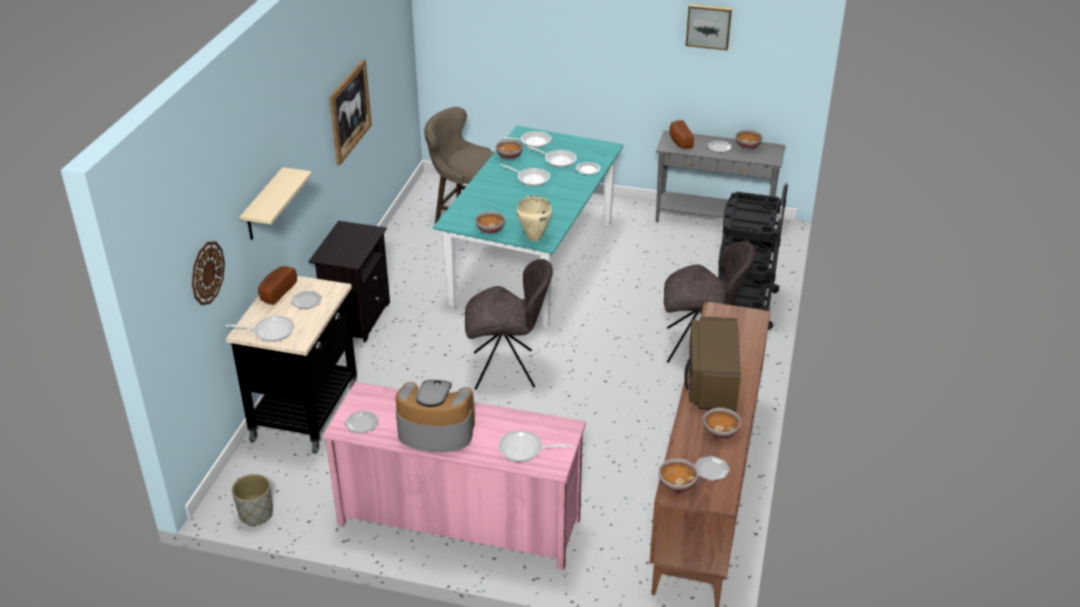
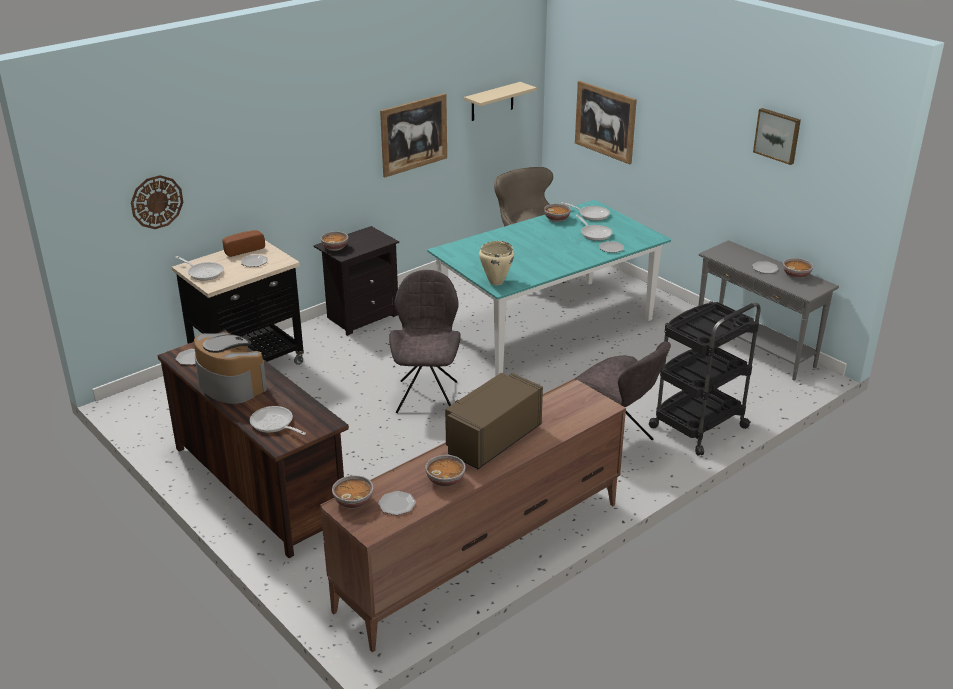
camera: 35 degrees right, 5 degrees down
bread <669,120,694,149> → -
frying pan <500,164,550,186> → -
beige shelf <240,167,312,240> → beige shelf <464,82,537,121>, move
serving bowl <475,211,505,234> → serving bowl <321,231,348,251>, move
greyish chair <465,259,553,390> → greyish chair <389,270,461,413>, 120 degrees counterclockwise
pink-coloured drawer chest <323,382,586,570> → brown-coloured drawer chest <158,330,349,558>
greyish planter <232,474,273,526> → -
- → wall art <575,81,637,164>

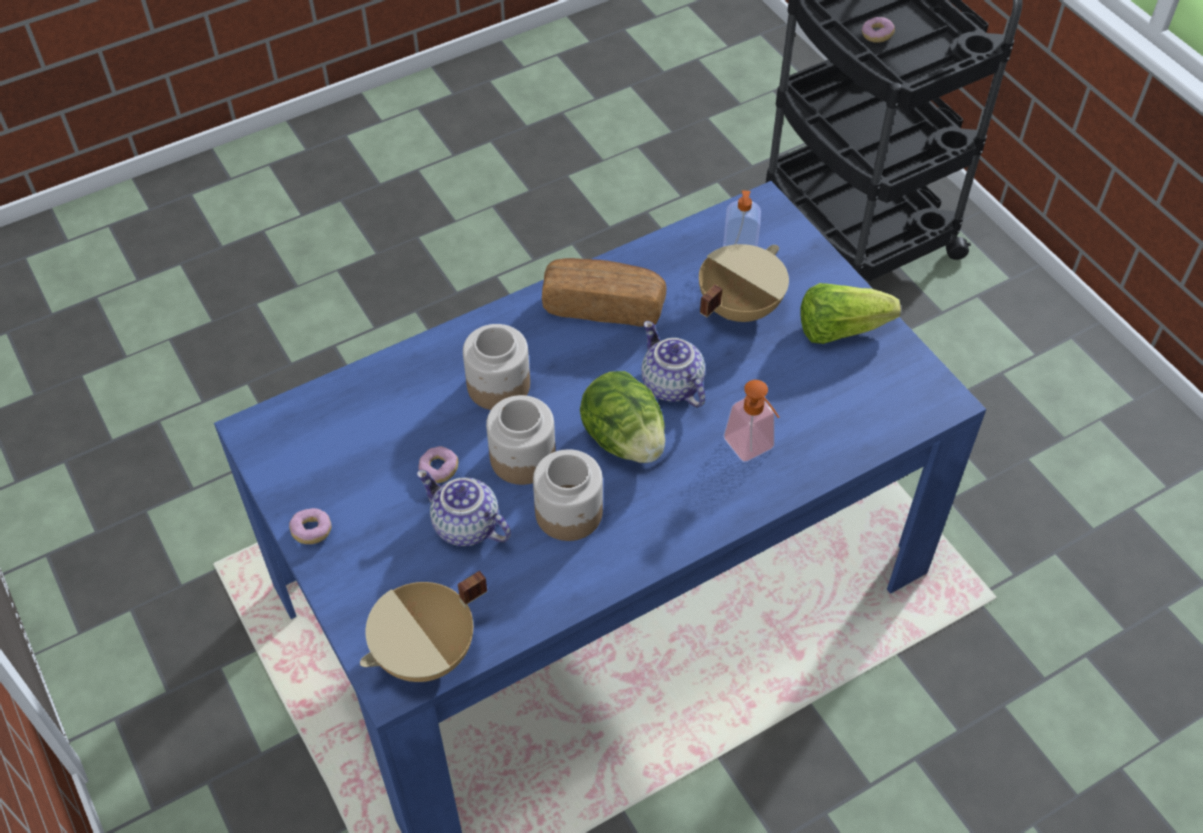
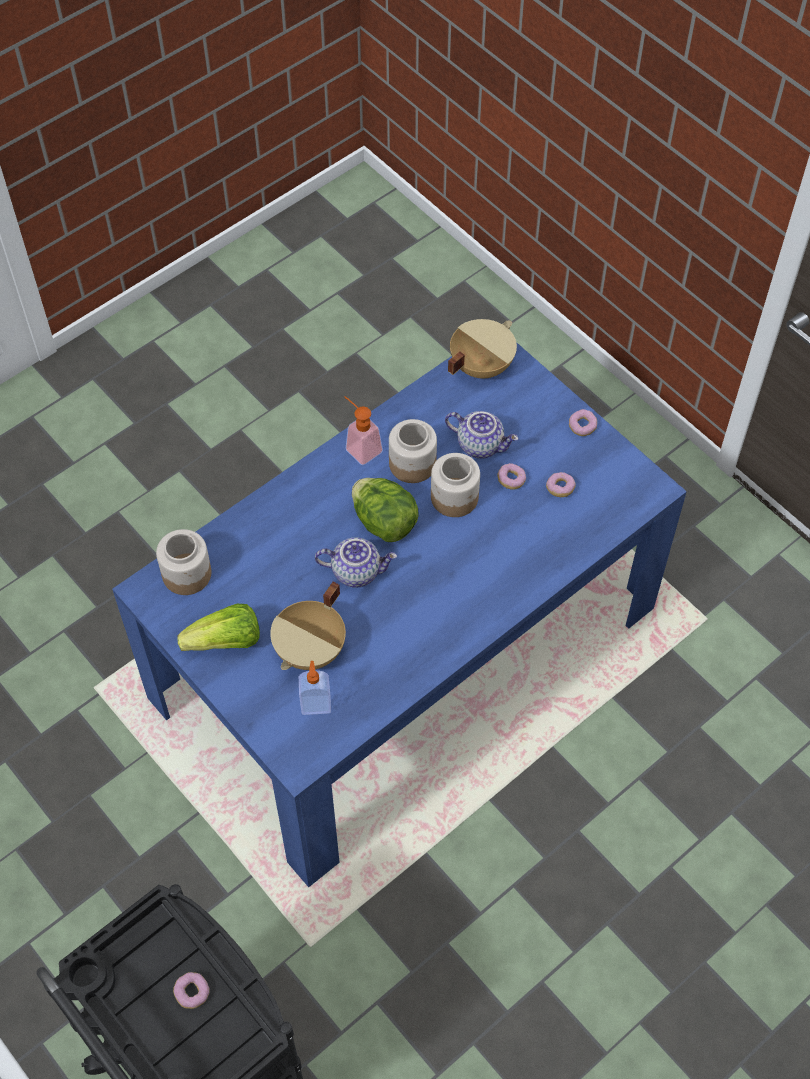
camera: 170 degrees right, 5 degrees up
bread <542,258,667,326> → -
tea pot <641,321,705,408> → tea pot <315,537,397,588>, 45 degrees counterclockwise
jar <463,324,530,410> → jar <156,529,211,595>, move
soap dispenser <723,380,780,462> → soap dispenser <344,396,383,465>, move
- → ring doughnut <546,472,576,497>

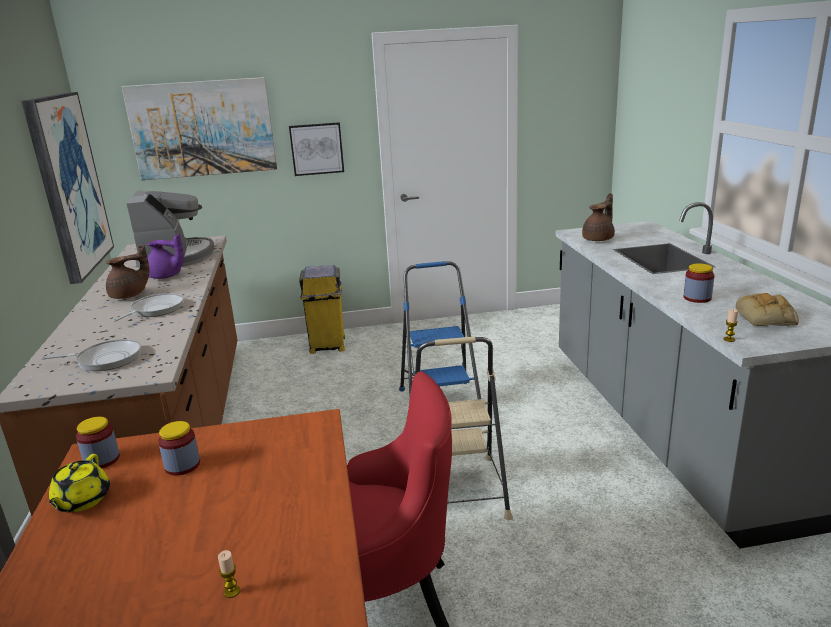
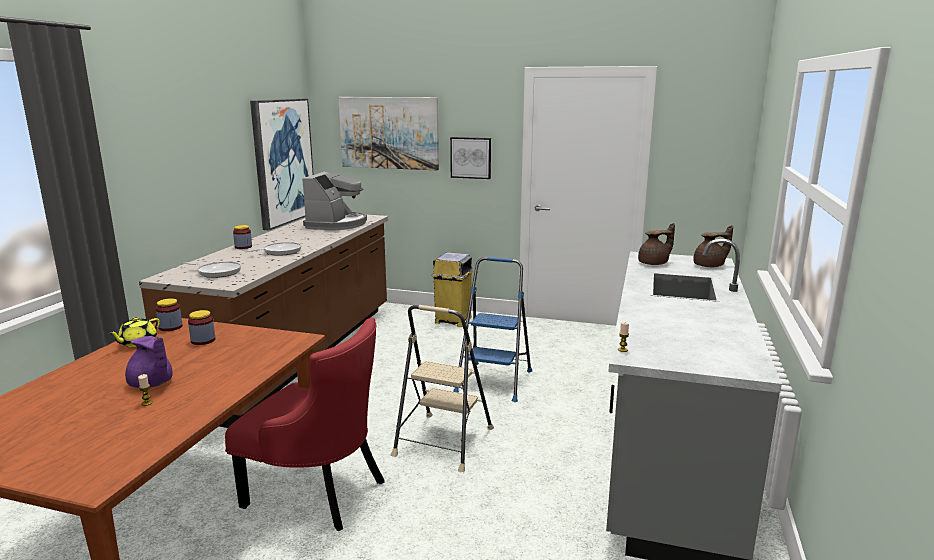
camera: 25 degrees right, 5 degrees down
purplish tea pot <147,234,184,279> → purplish tea pot <125,336,173,388>, move
brown-coloured tea pot <106,244,150,299> → brown-coloured tea pot <693,225,733,267>, move
jar <683,263,714,303> → jar <233,225,252,249>, move
bread <736,293,799,326> → -

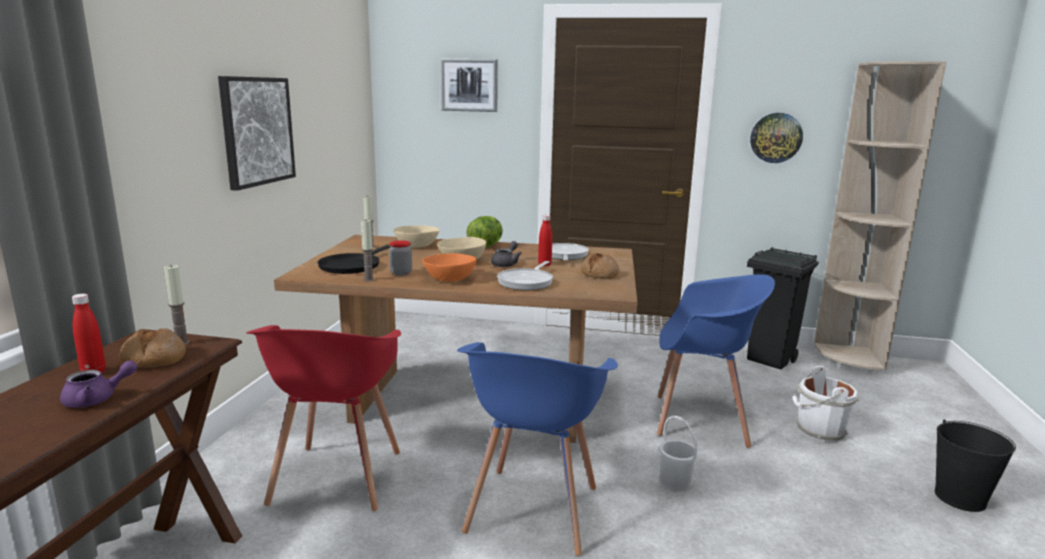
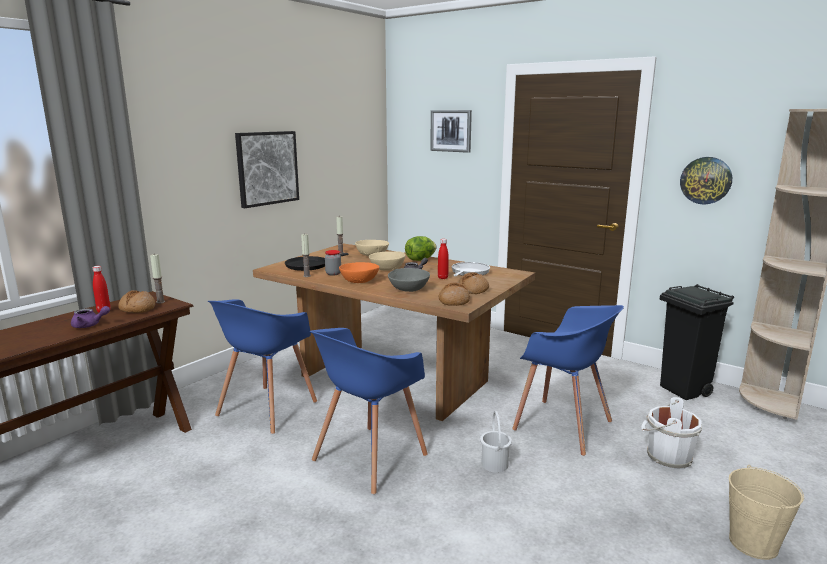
camera: 25 degrees right, 0 degrees up
frying pan <497,261,553,290> → greyish serving bowl <388,268,430,292>
reddish chair <246,325,401,511> → blue-coloured chair <208,299,317,434>
black bucket <935,419,1016,512> → beige bucket <729,465,804,560>
- → bread <439,282,470,306>

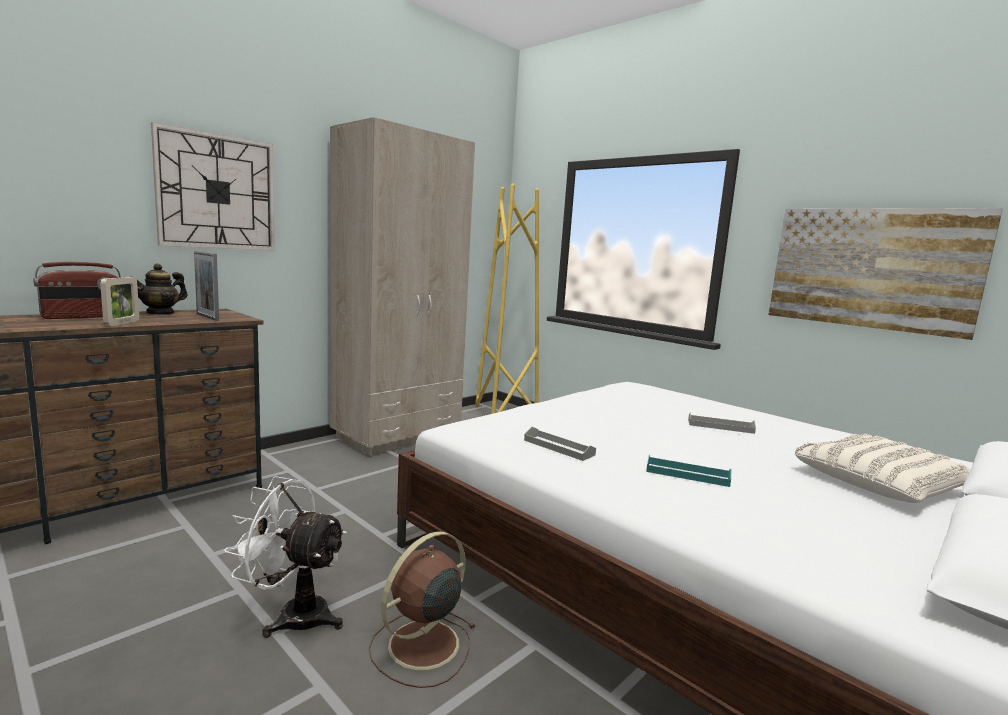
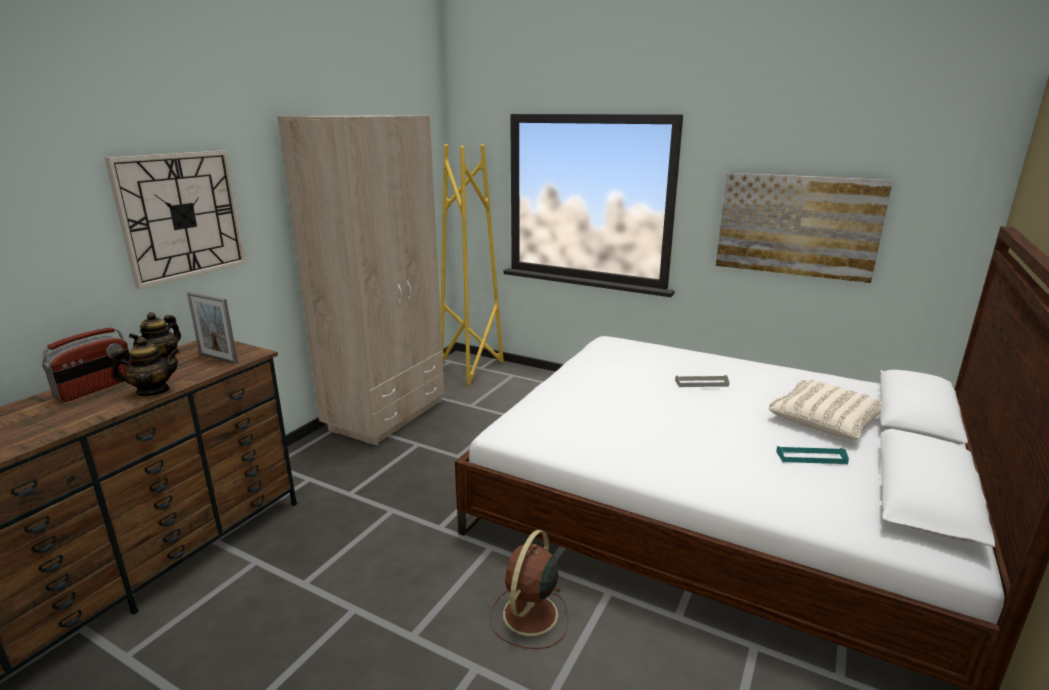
camera: 15 degrees left, 10 degrees up
picture frame <100,277,139,326> → tea pot <111,337,180,396>
greyish serving tray <524,427,596,461> → -
turquoise serving tray <646,455,731,487> → turquoise serving tray <776,446,849,464>, move
white-coloured cooling fan <224,476,347,638> → -

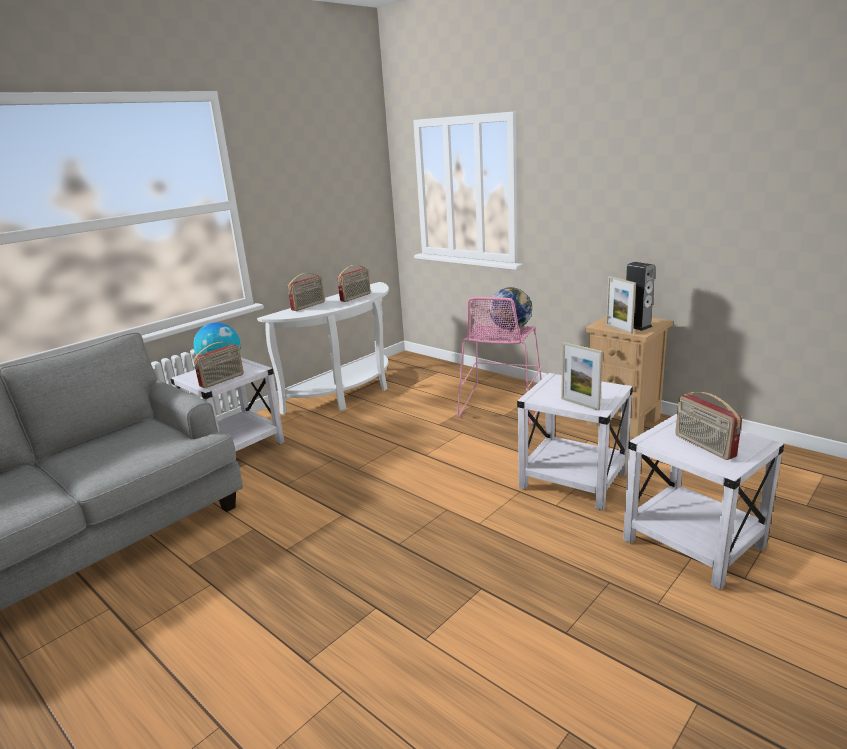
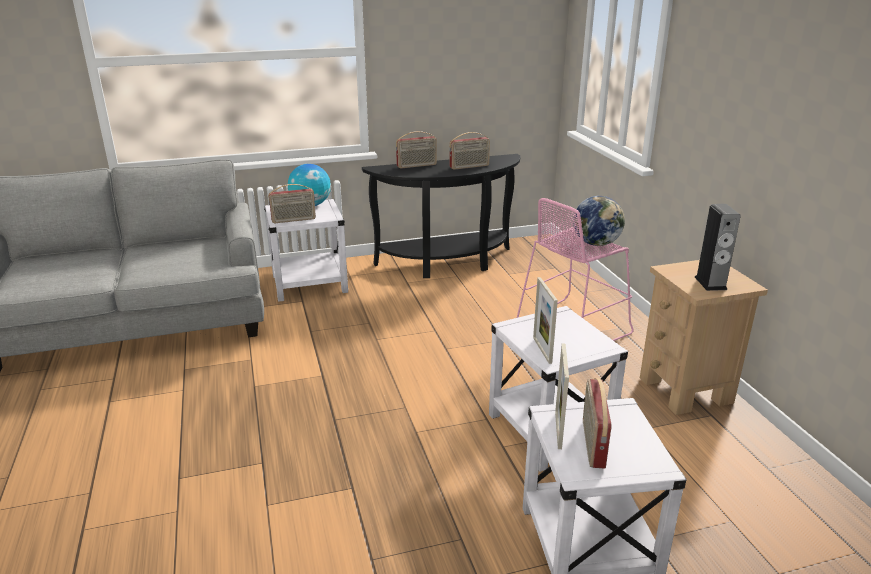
camera: 30 degrees right, 5 degrees up
picture frame <606,276,636,334> → picture frame <555,343,569,449>, move
white-coloured hall table <257,282,389,415> → black hall table <362,154,521,278>

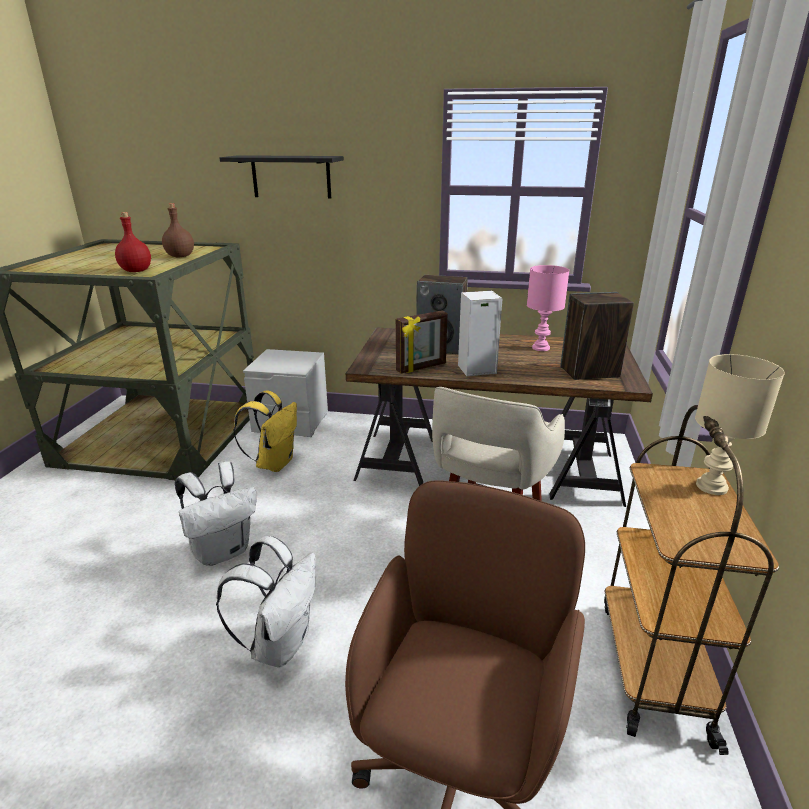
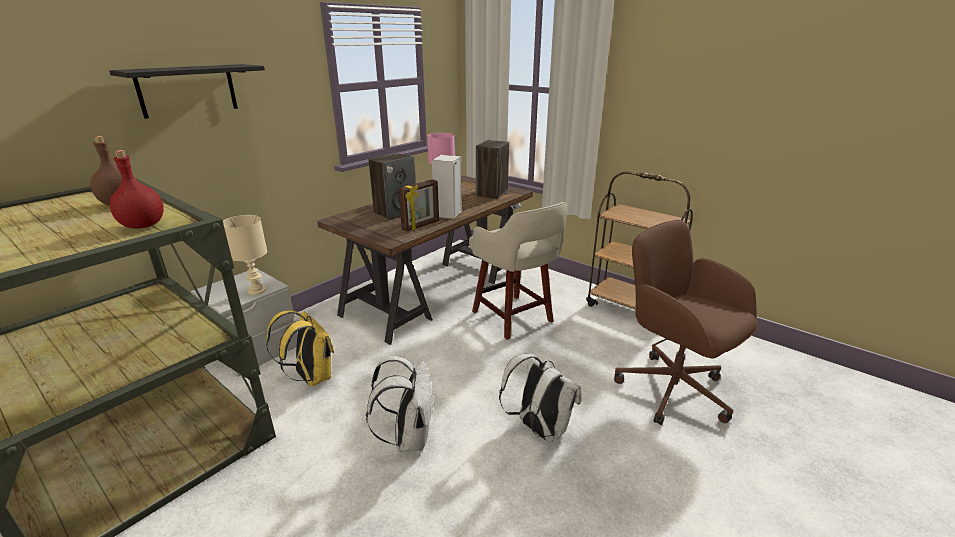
camera: 60 degrees left, 0 degrees up
picture frame <396,311,448,374> → picture frame <399,179,439,232>, 45 degrees clockwise
beige lamp for a table <695,354,785,495> → beige lamp for a table <223,215,267,295>, move

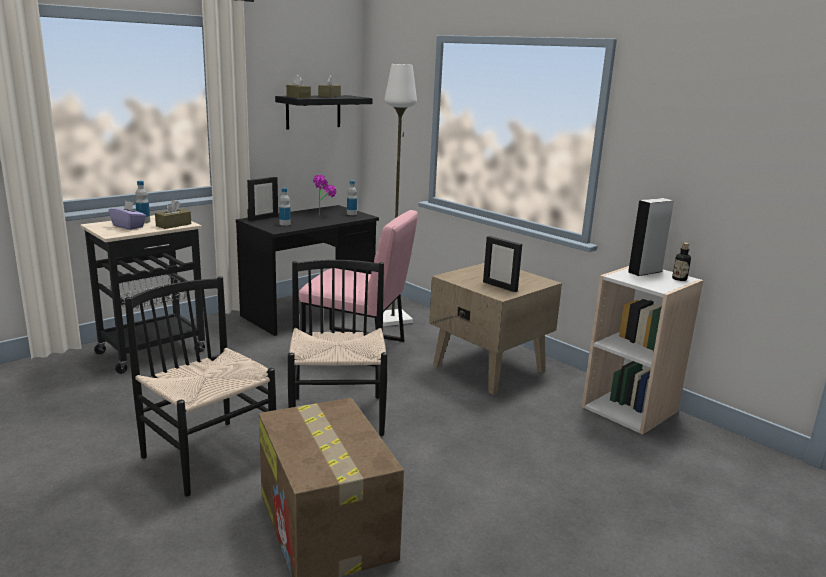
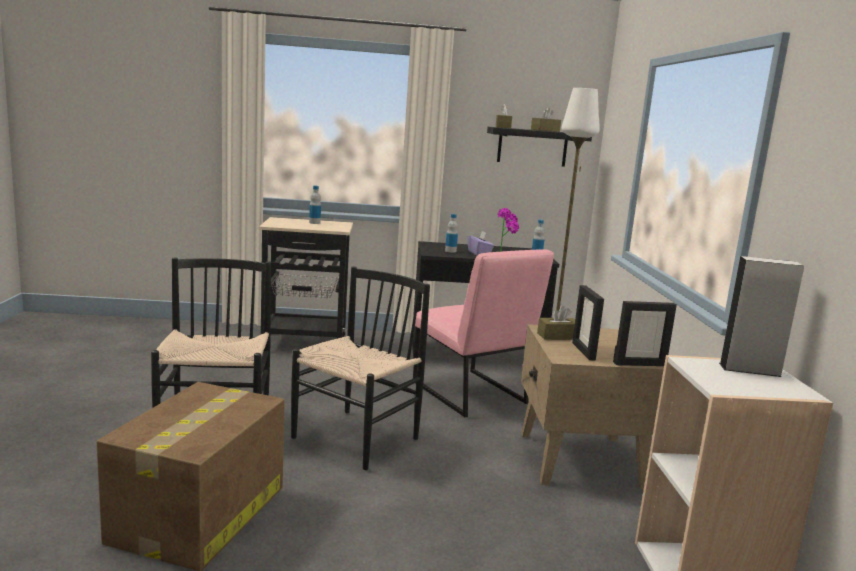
camera: 40 degrees right, 5 degrees down
picture frame <247,177,278,221> → picture frame <613,301,677,366>, move
purplish tissue box <109,200,146,230> → purplish tissue box <467,231,494,256>, move
brown-coloured tissue box <155,200,191,229> → brown-coloured tissue box <537,306,575,340>, move
bottle <672,243,691,281> → -

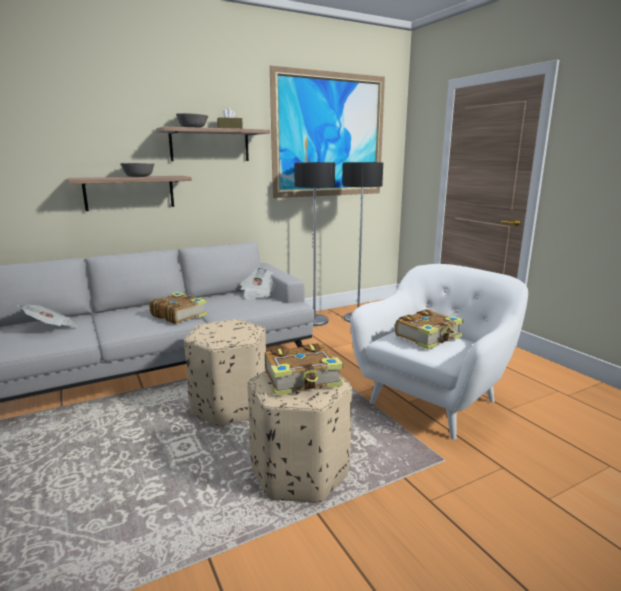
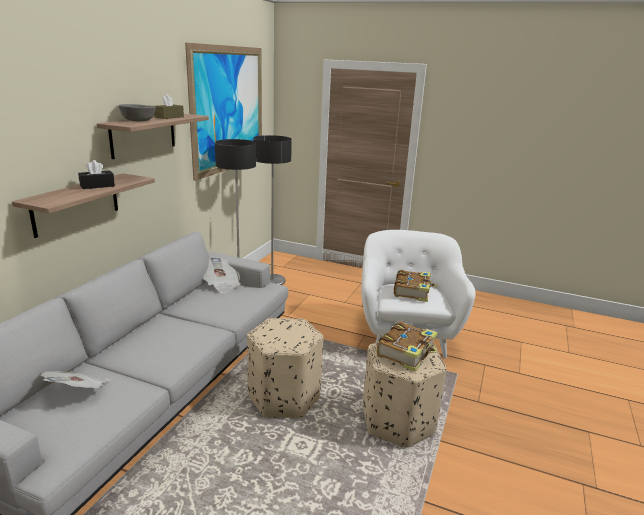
camera: 40 degrees left, 5 degrees up
greyish serving bowl <120,163,154,177> → black tissue box <78,160,115,189>
volume <149,292,207,324> → -

